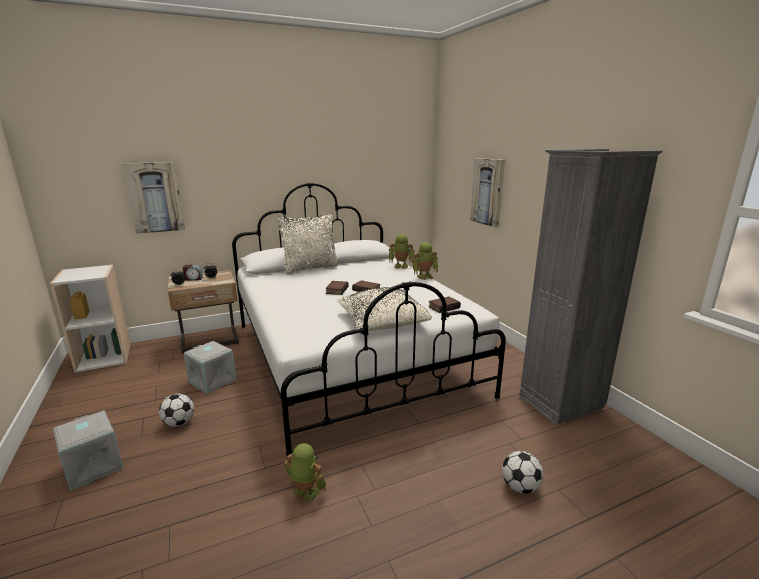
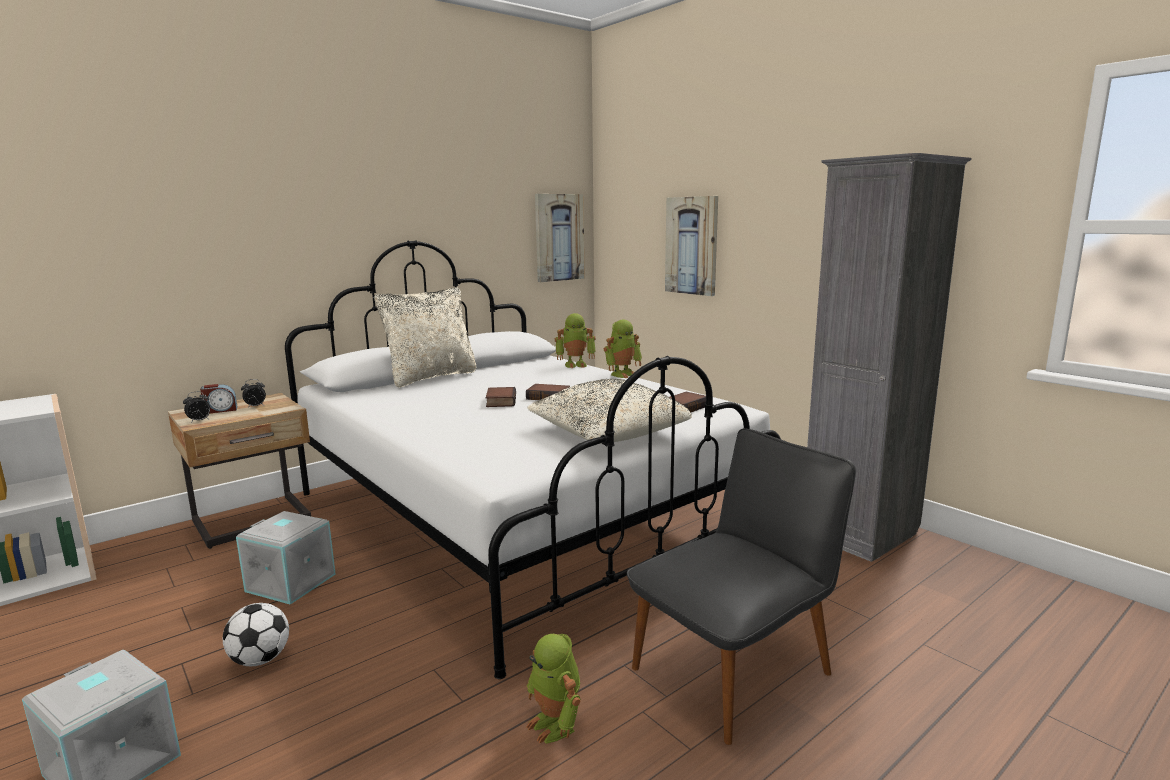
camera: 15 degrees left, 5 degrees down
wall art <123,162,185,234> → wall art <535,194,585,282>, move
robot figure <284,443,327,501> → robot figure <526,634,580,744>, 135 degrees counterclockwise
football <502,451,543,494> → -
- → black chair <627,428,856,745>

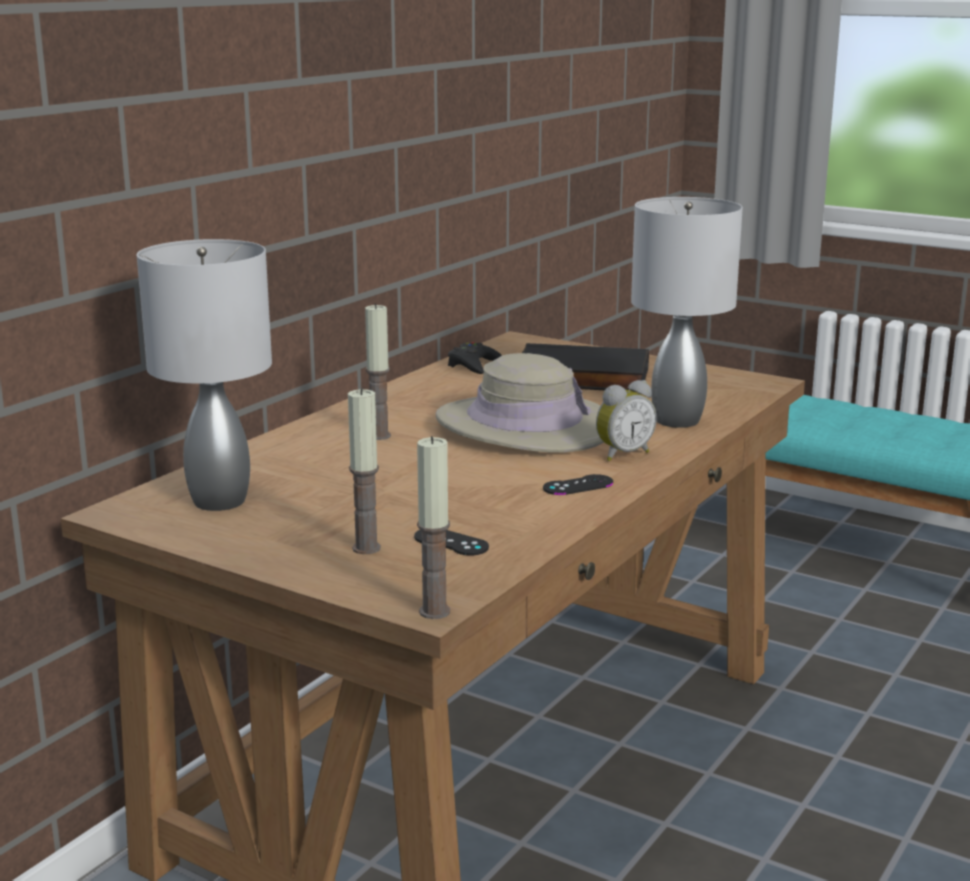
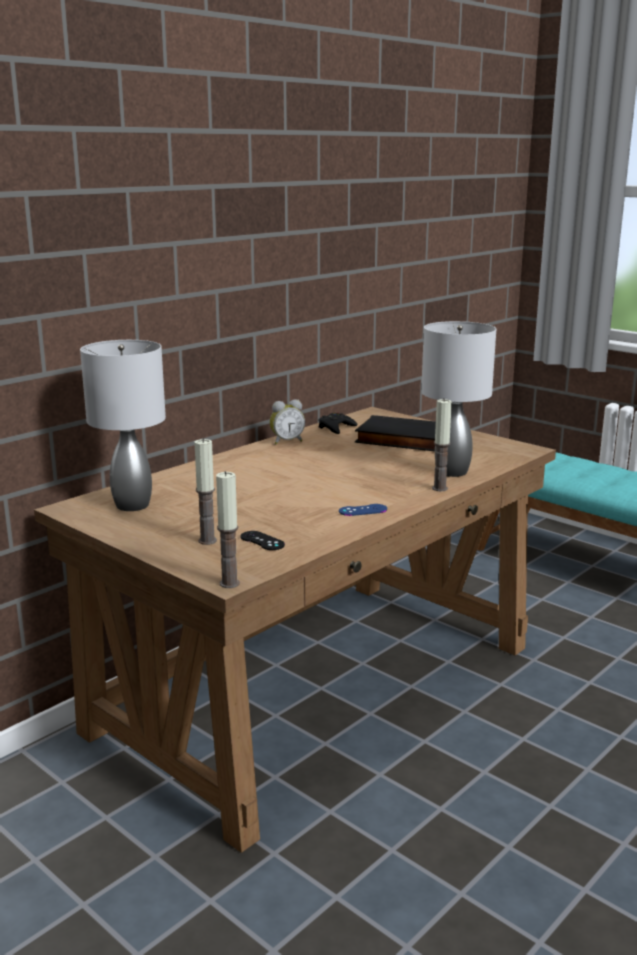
camera: 10 degrees right, 0 degrees up
wax candle <365,303,391,440> → wax candle <432,398,452,491>, move
beige hat <436,353,604,452> → -
bedside clock <596,380,657,461> → bedside clock <270,399,305,444>, move
black game controller <543,474,613,495> → blue-coloured game controller <339,504,387,516>

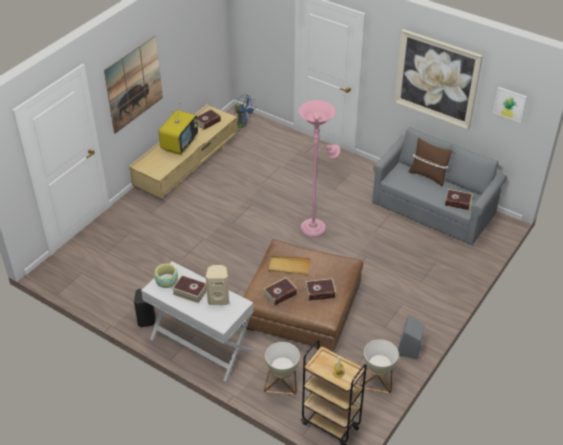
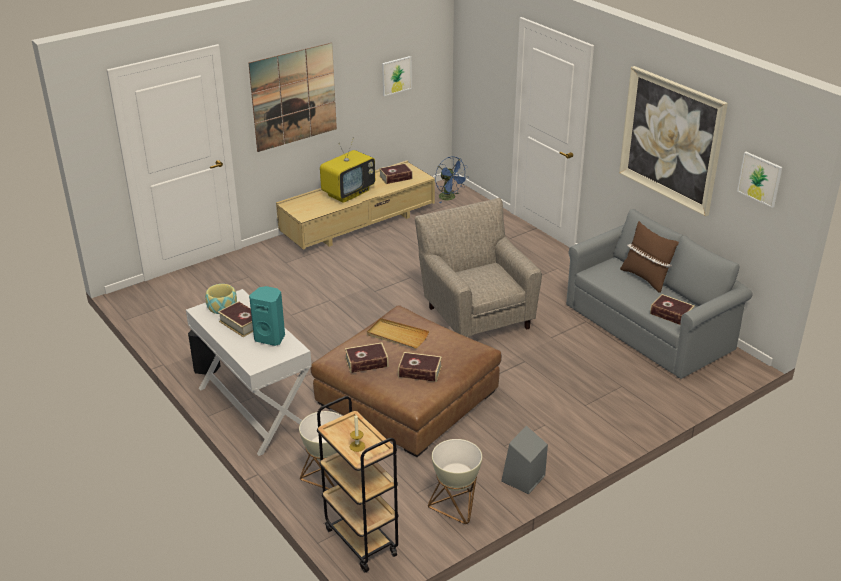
camera: 20 degrees right, 10 degrees down
pink-coloured floor lamp <299,100,340,238> → beige armchair <415,198,542,337>
beige loudspeaker <206,265,229,305> → turquoise loudspeaker <249,286,285,346>
- → wall art <382,56,412,96>

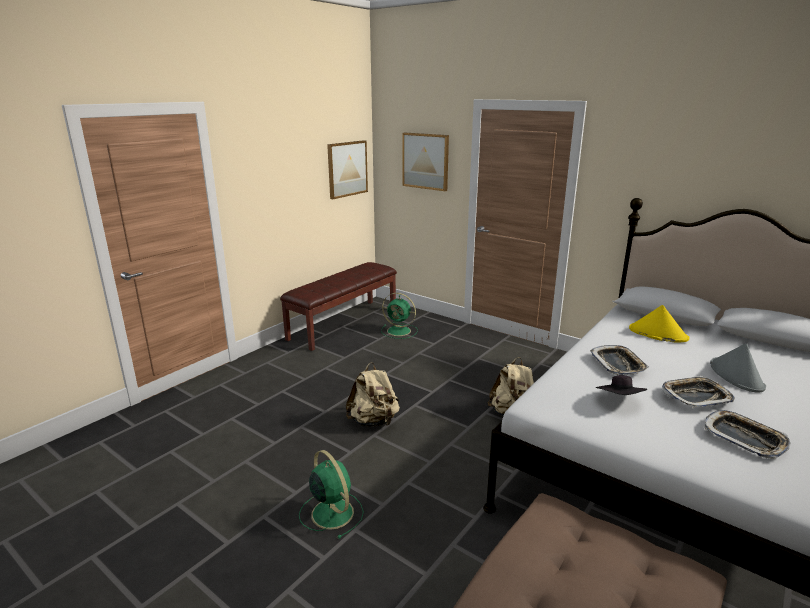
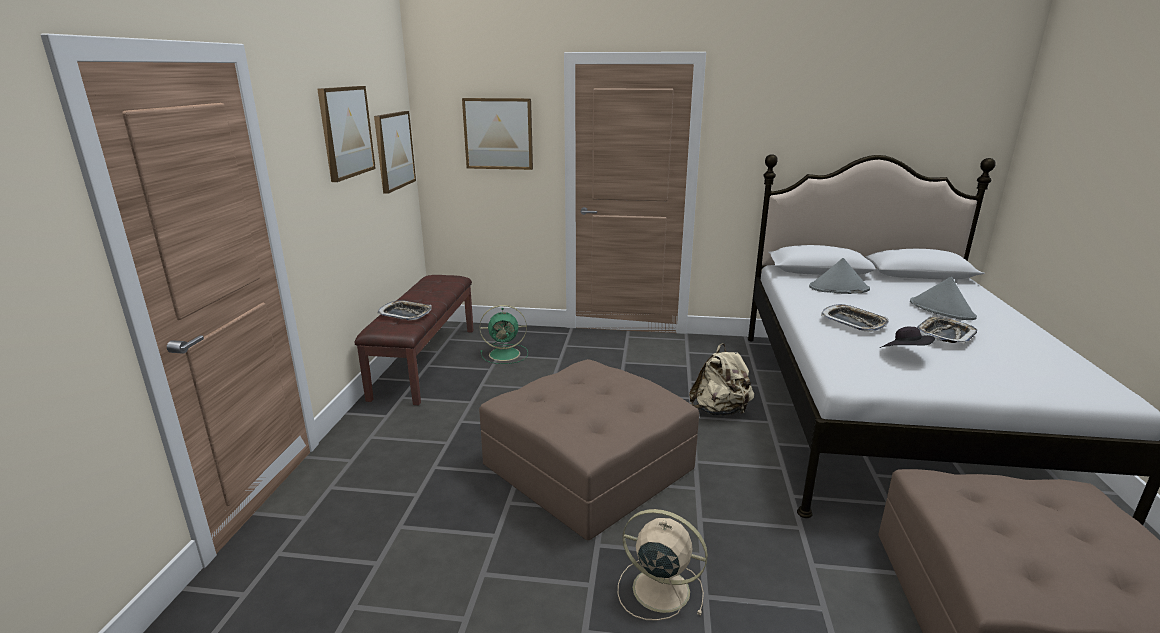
camera: 30 degrees left, 0 degrees up
yellow-coloured hat <629,305,690,343> → greyish hat <809,258,870,294>
beige backpack <346,362,400,427> → brown-coloured ottoman <479,359,699,540>
serving tray <705,410,791,459> → serving tray <377,300,432,320>, move
greenish cooling fan <299,450,364,539> → beige cooling fan <618,509,708,621>
- → wall art <317,86,376,182>

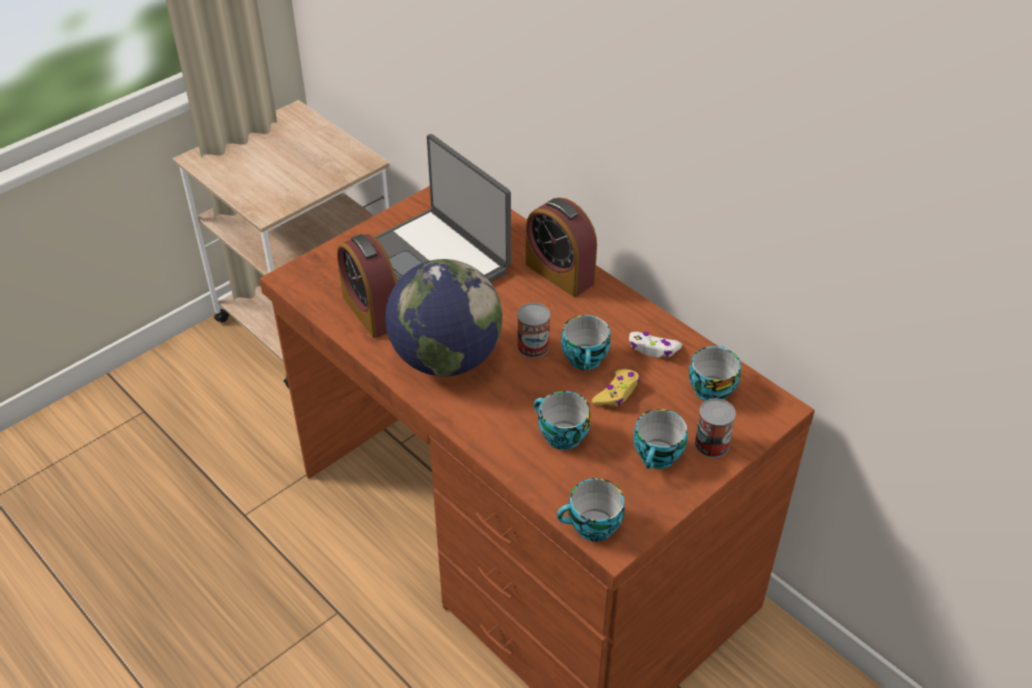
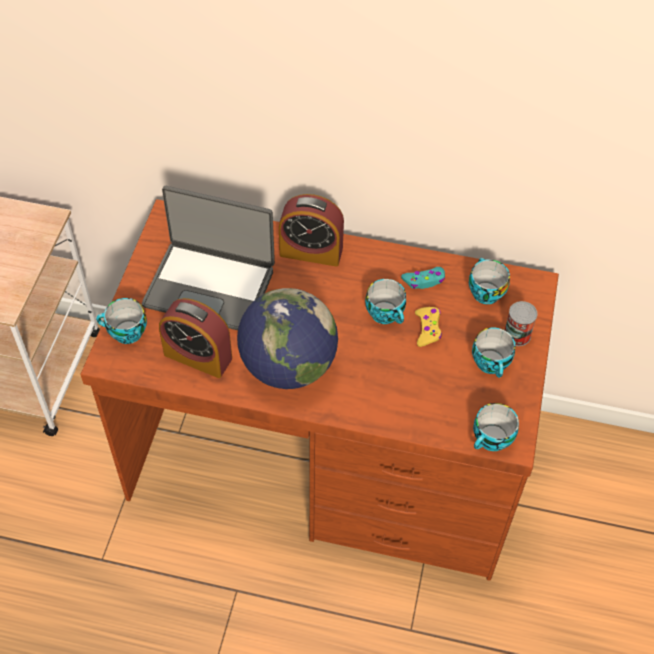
camera: 35 degrees left, 10 degrees up
can <517,303,550,358> → -
white-coloured game controller <629,332,682,357> → turquoise game controller <401,267,445,289>
cup <534,391,591,450> → cup <96,298,147,344>, move

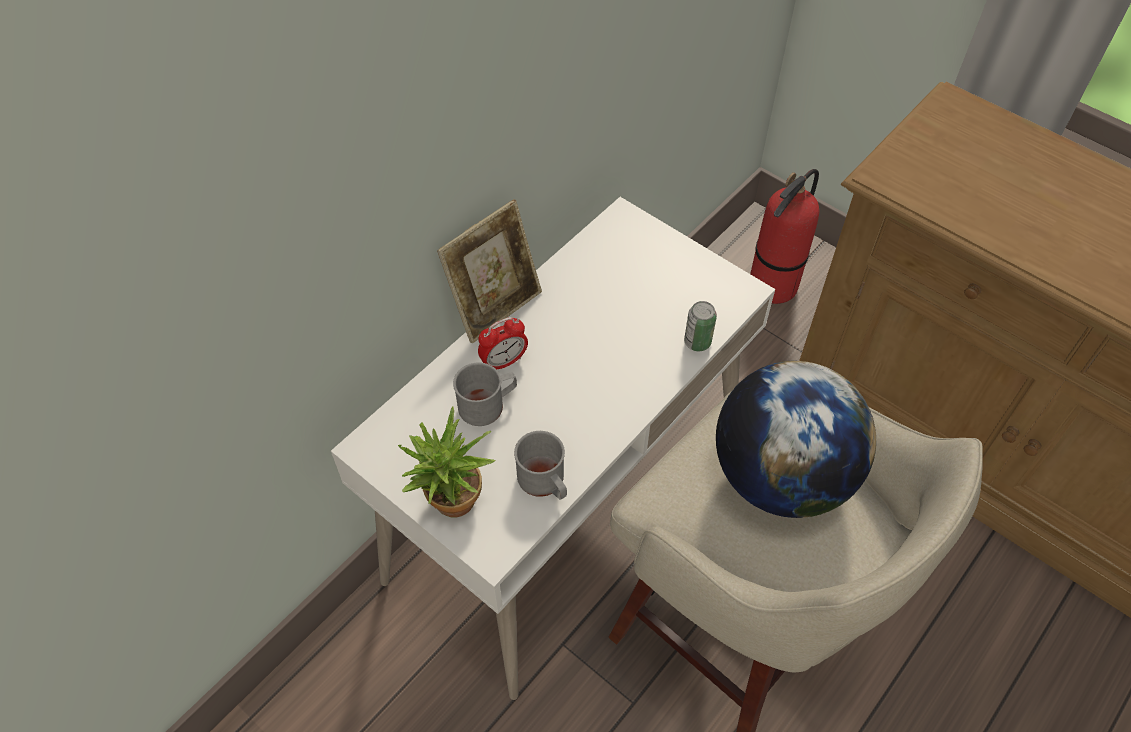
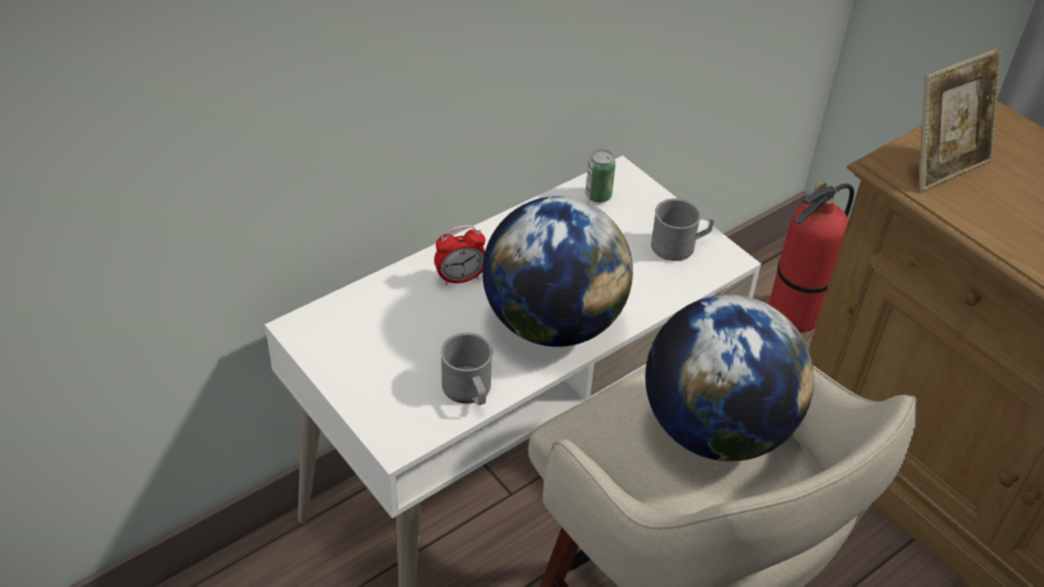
camera: 10 degrees right, 10 degrees down
picture frame <437,199,542,343> → picture frame <920,48,1001,192>, move
can <684,301,717,351> → can <585,150,616,203>, move
greyish coffee mug <453,362,517,426> → greyish coffee mug <651,198,714,261>, move
potted plant <398,407,495,517> → -
- → desk globe <482,196,633,347>

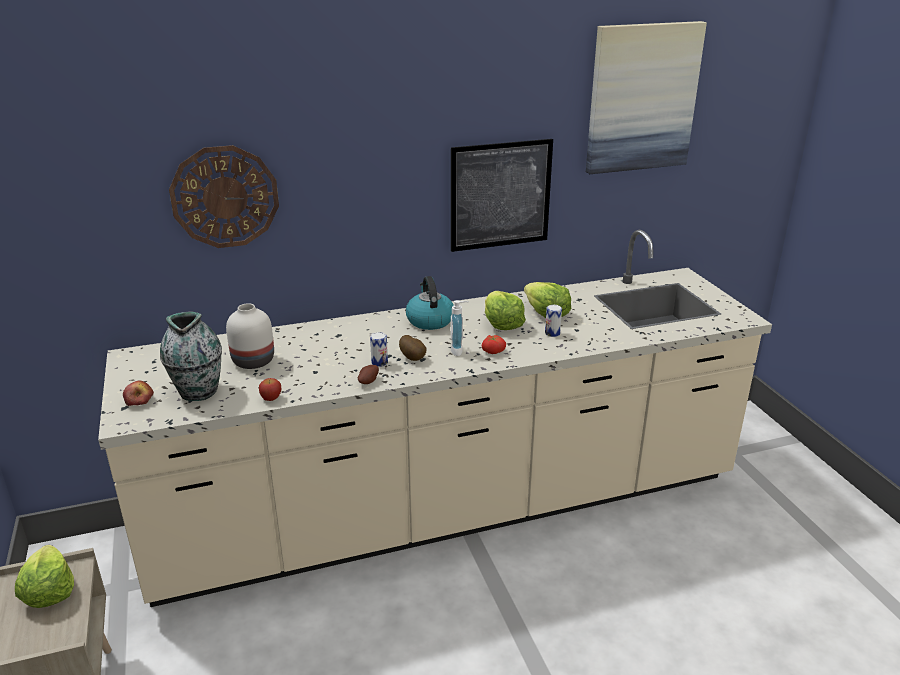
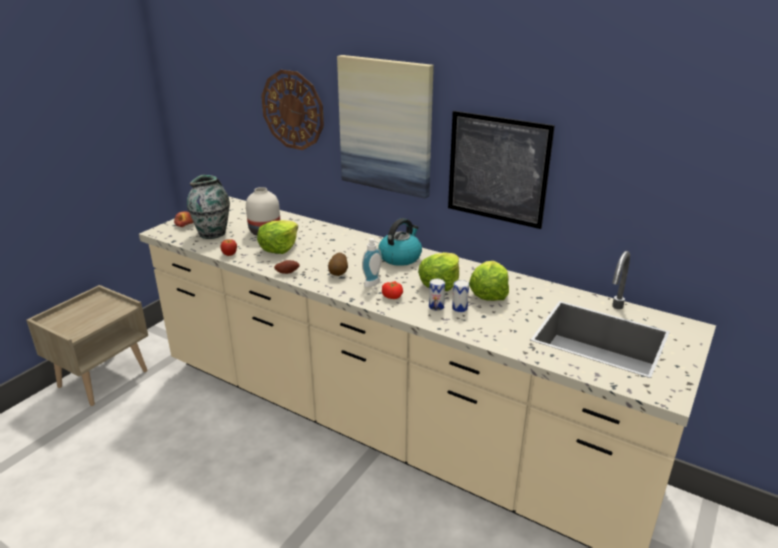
camera: 50 degrees right, 0 degrees up
wall art <586,21,707,174> → wall art <337,55,434,199>, move
can <370,332,388,367> → can <429,279,445,311>, move
lettuce head <15,545,74,608> → lettuce head <257,220,298,254>, move

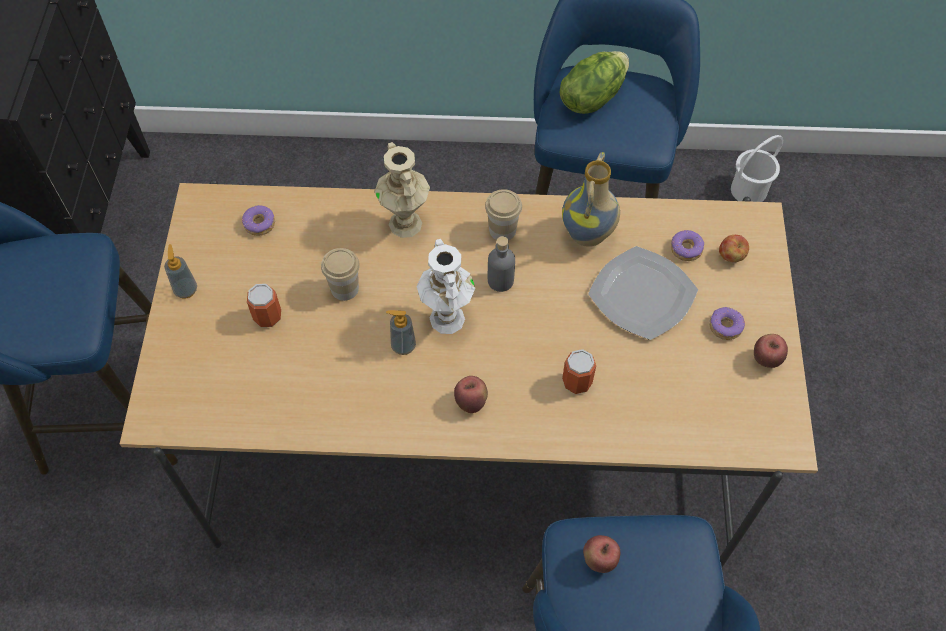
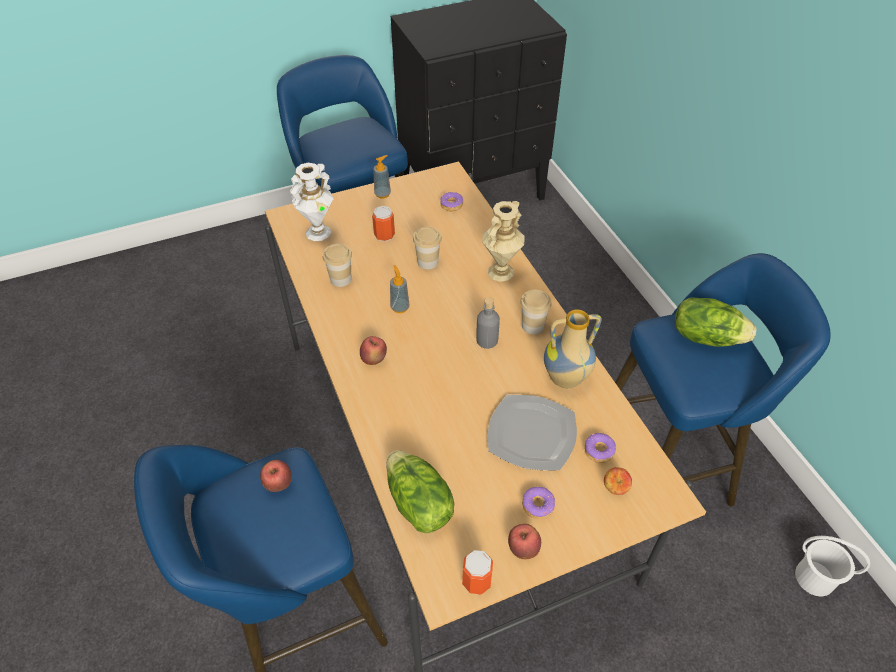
camera: 65 degrees right, 10 degrees down
white-coloured vase <417,239,475,334> → white-coloured vase <290,163,334,241>, move
can <562,349,596,394> → can <462,550,493,595>, move
- → cup <323,244,352,287>
- → lettuce head <386,450,454,533>

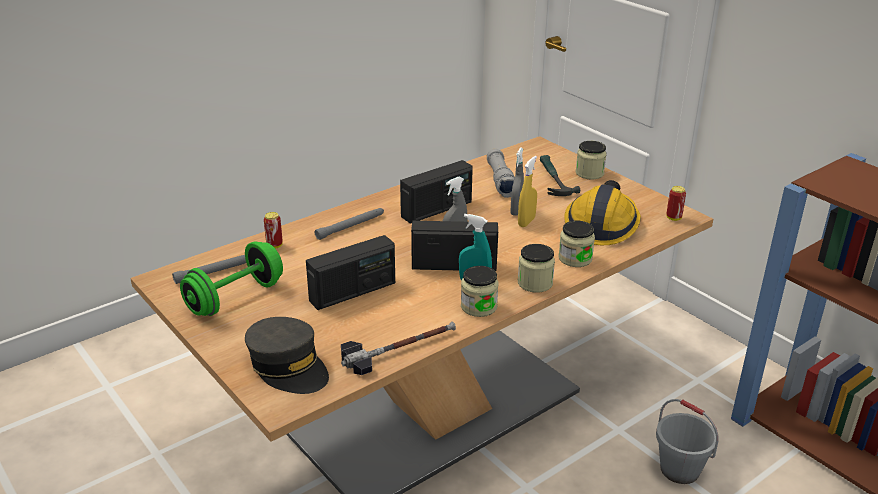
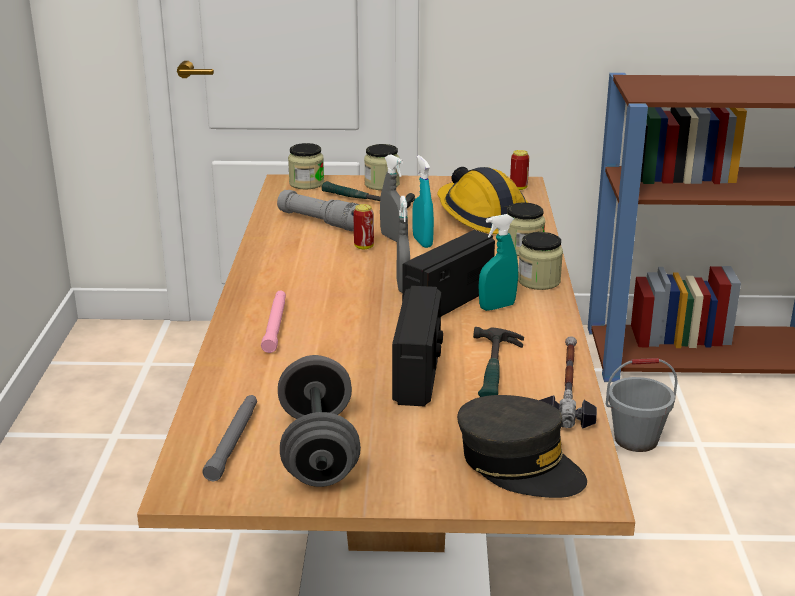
camera: 50 degrees left, 5 degrees down
yellow-coloured spray bottle <518,156,537,227> → turquoise spray bottle <413,155,434,248>
radio receiver <400,160,473,224> → -
greyish torch <315,208,384,240> → pink-coloured torch <261,291,286,353>
can <264,212,283,249> → can <353,204,374,249>, move
greenish dumbbell <180,241,283,316> → greyish dumbbell <278,355,361,487>
jar <461,266,499,317> → jar <288,143,324,189>, move
greyish baseball cap <245,317,329,394> → greyish baseball cap <457,395,587,498>, 45 degrees clockwise
- → hammer <473,327,524,397>

